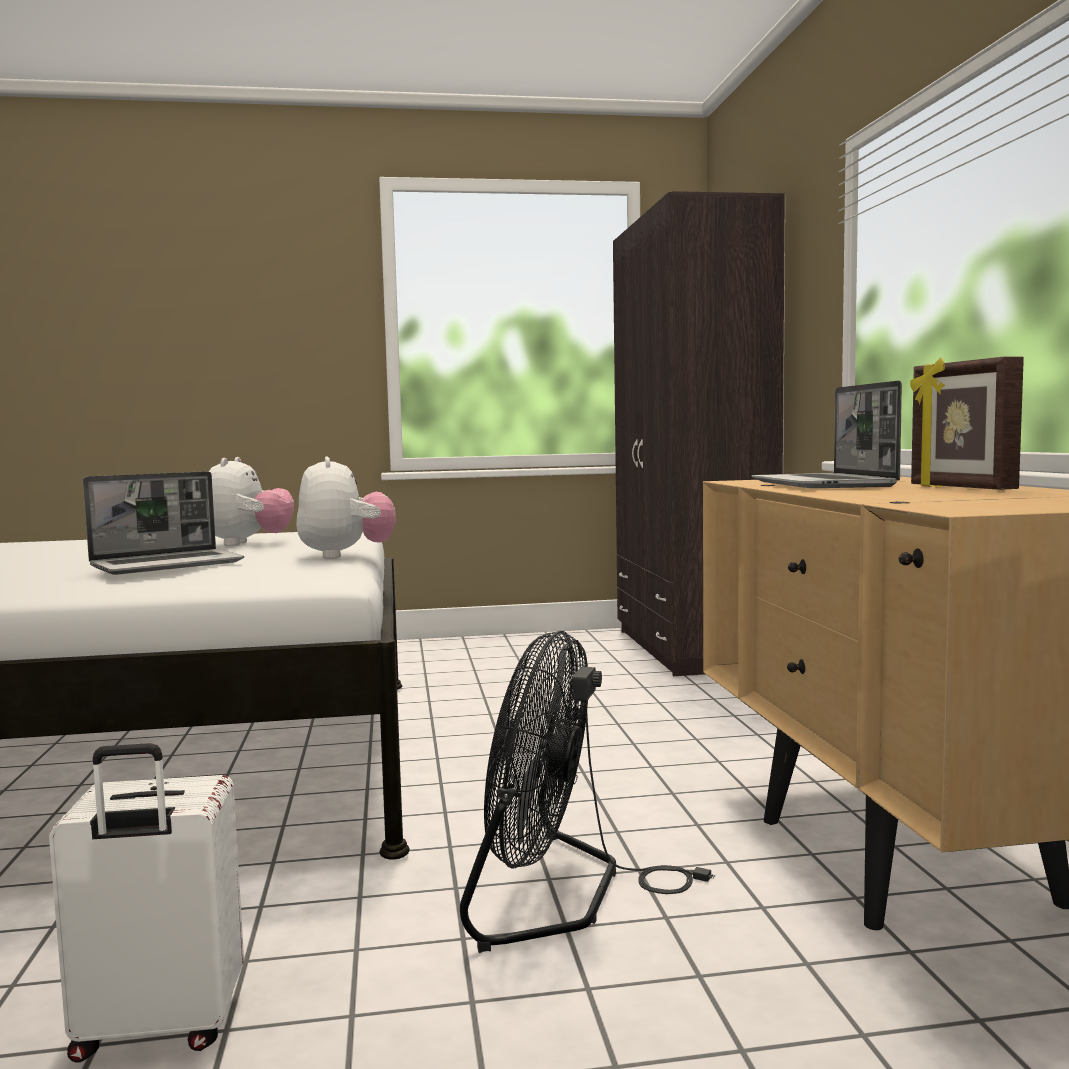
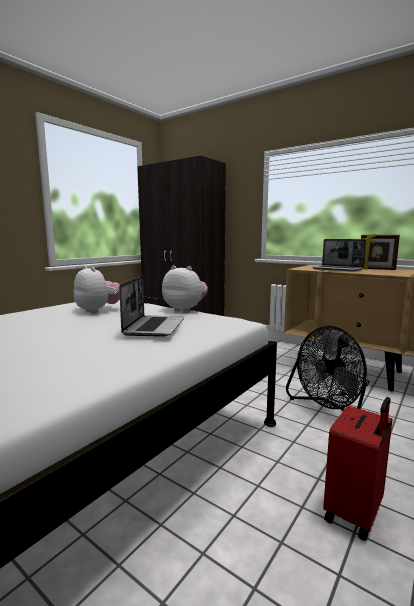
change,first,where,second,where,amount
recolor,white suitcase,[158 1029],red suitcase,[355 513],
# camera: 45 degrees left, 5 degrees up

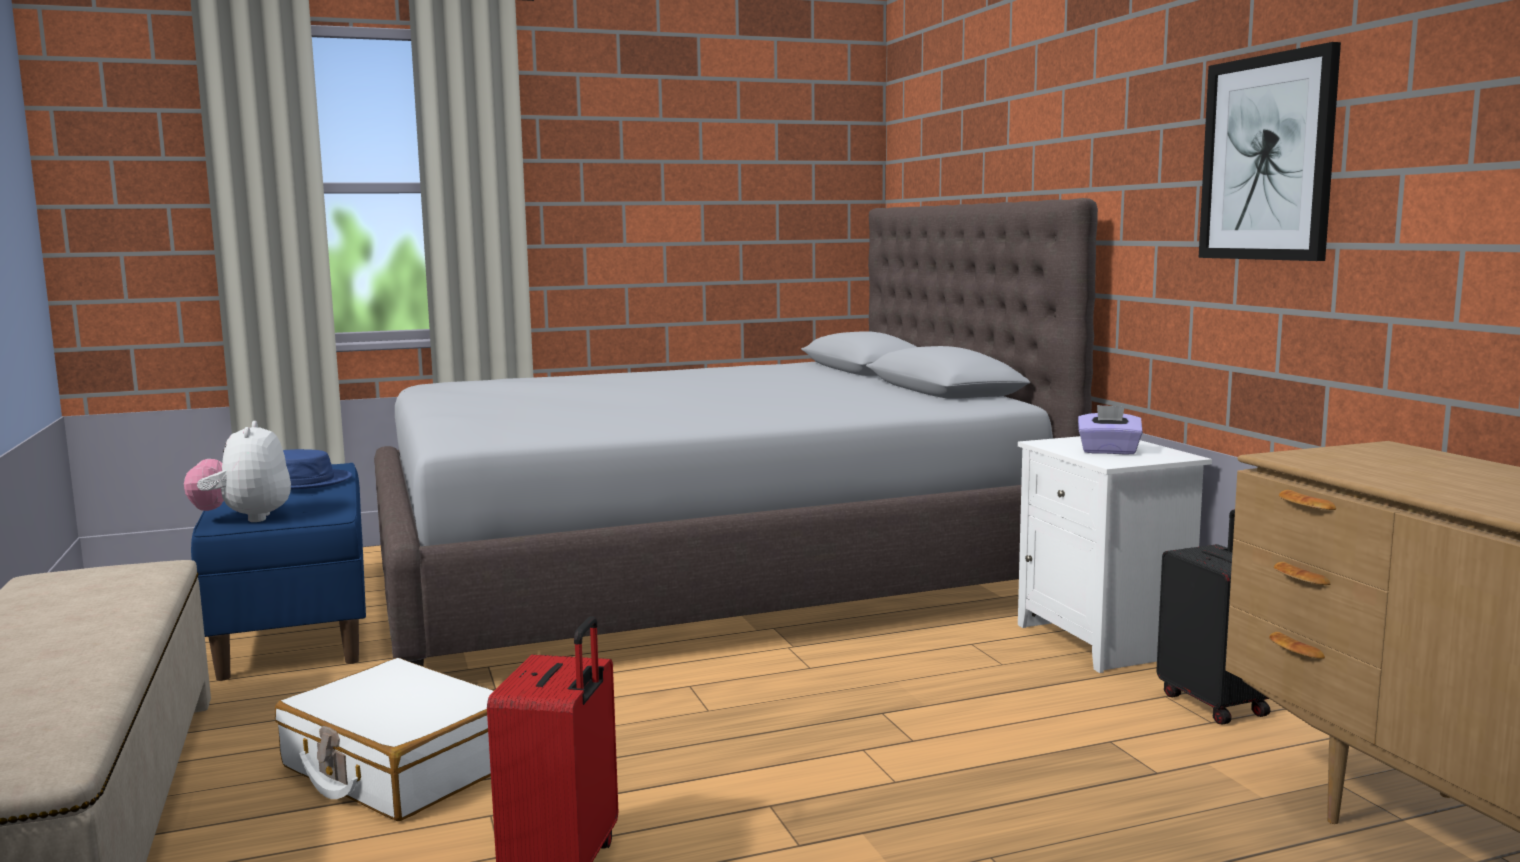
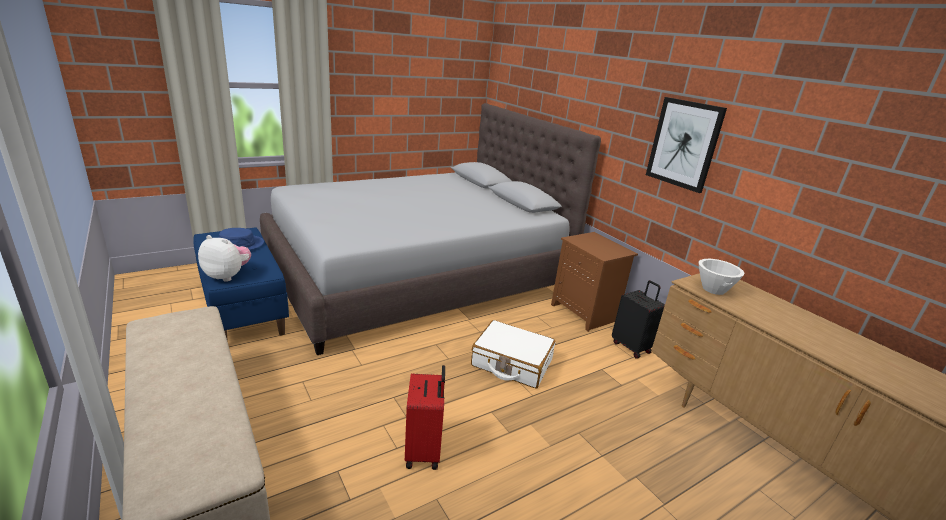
change,first,where,second,where,amount
rotate,plush toy,[244 519],,[227 276],135 degrees clockwise
move,white suitcase,[399 766],,[511 363],
recolor,white nightstand,[1106 641],brown nightstand,[585 313],
insert,,,white bowl,[713 289],
delete,purple tissue box,[1108 451],,,
# camera: 15 degrees left, 15 degrees up

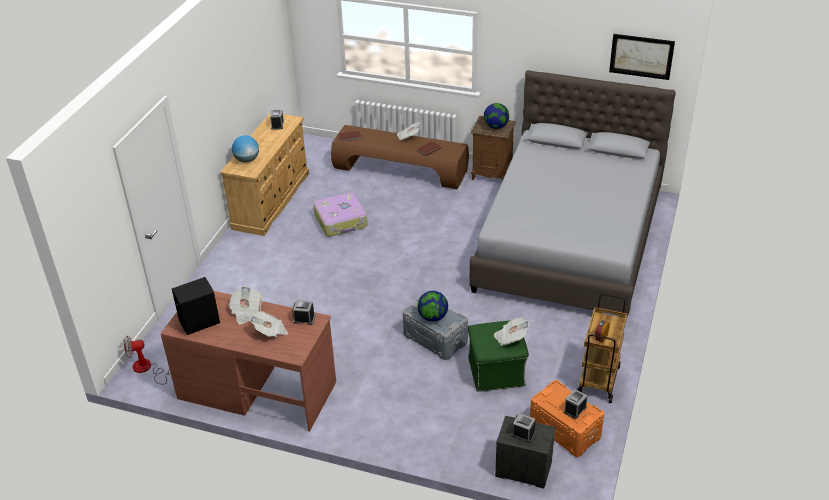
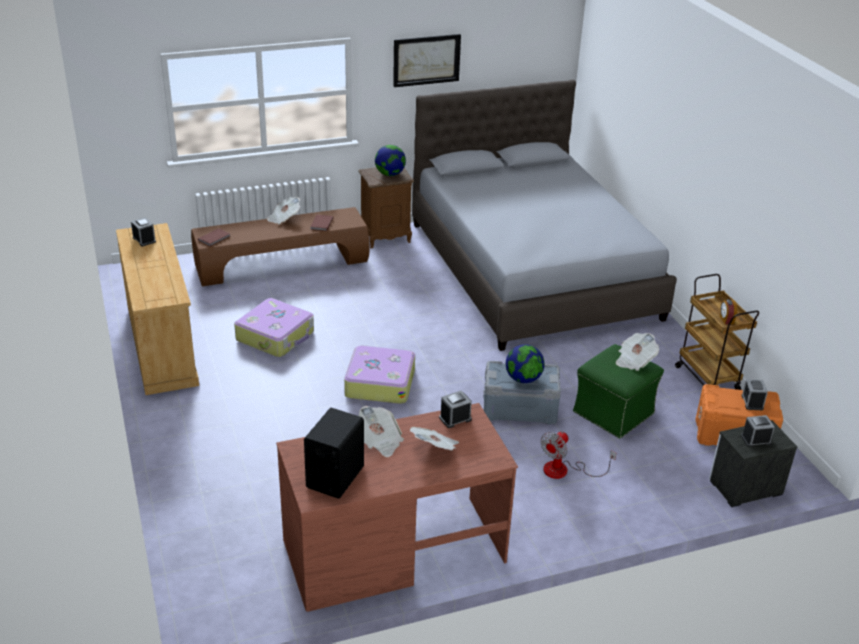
change,first,where,second,where,amount
insert,,,suitcase,[379 383],
move,picture,[641 56],,[426 60],
move,fan,[146 369],,[564 470],
delete,globe,[247 160],,,
# camera: 40 degrees left, 5 degrees down

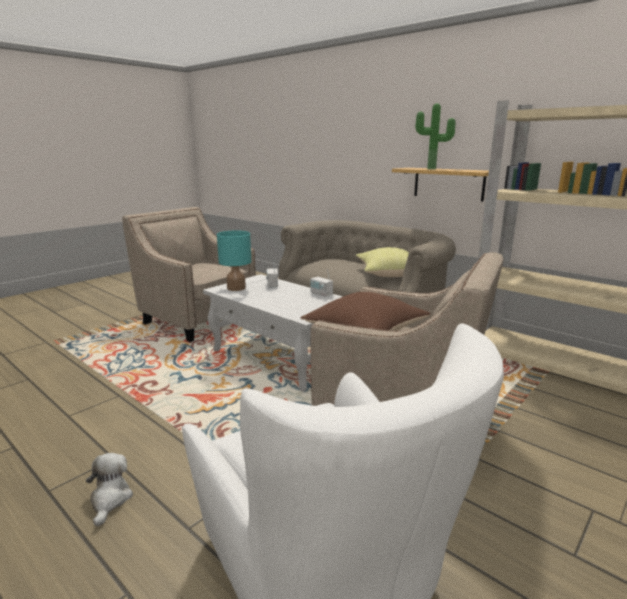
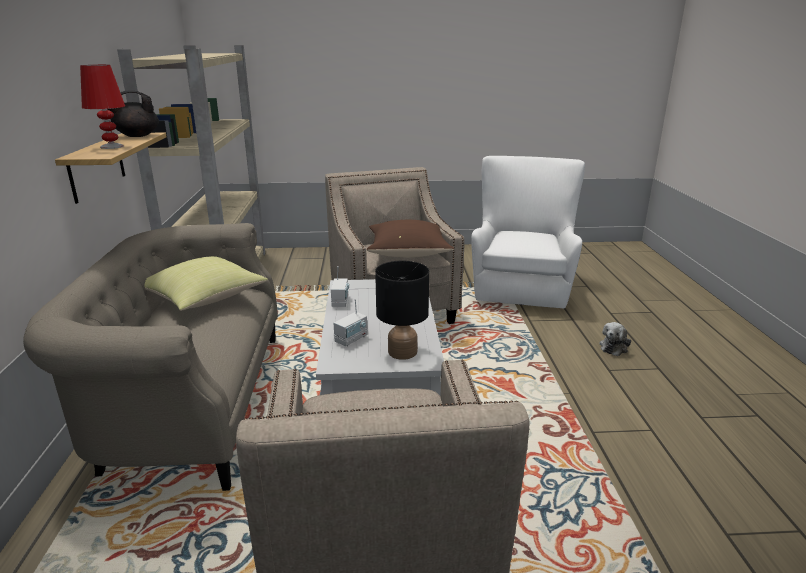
change,first,where,second,where,amount
replace,potted plant,[431 169],red table lamp,[112 146],
insert,,,black teapot,[136 136],
recolor,turquoise table lamp,[236 288],black table lamp,[402 352],
# camera: 135 degrees left, 5 degrees up

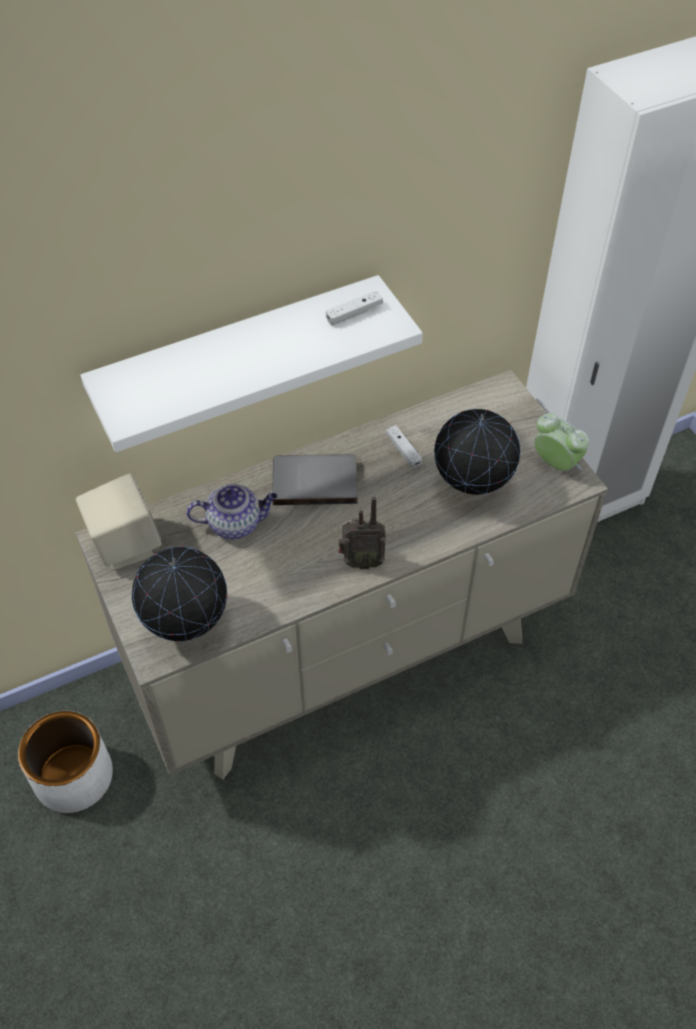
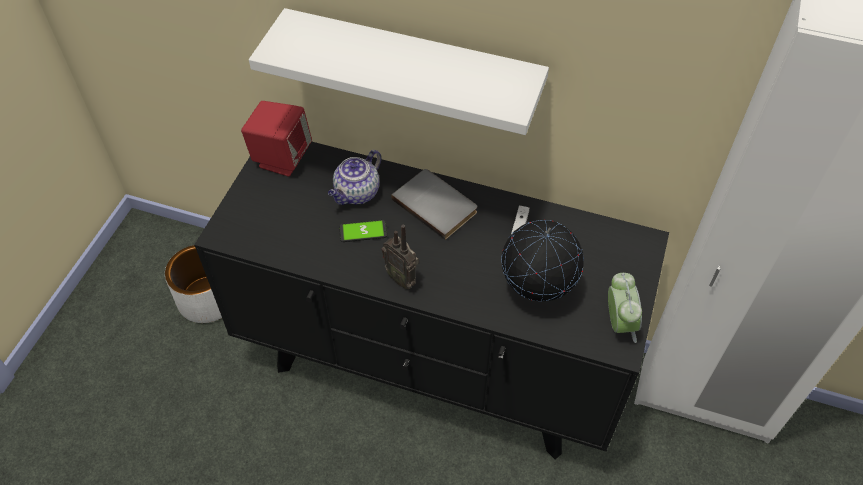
change,first,where,second,where,amount
recolor,beige dresser,[345 649],black dresser,[433 359],
recolor,beige speaker,[125 545],red speaker,[282 158],
rotate,teapot,[236 523],,[357 194],90 degrees clockwise
insert,,,phone,[363 231],
delete,globe,[186 625],,,
delete,white game controller,[354 313],,,
# camera: 45 degrees right, 0 degrees up

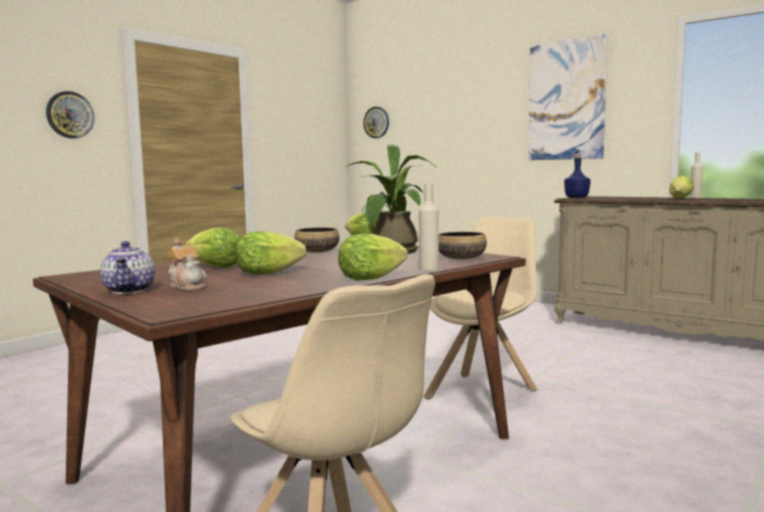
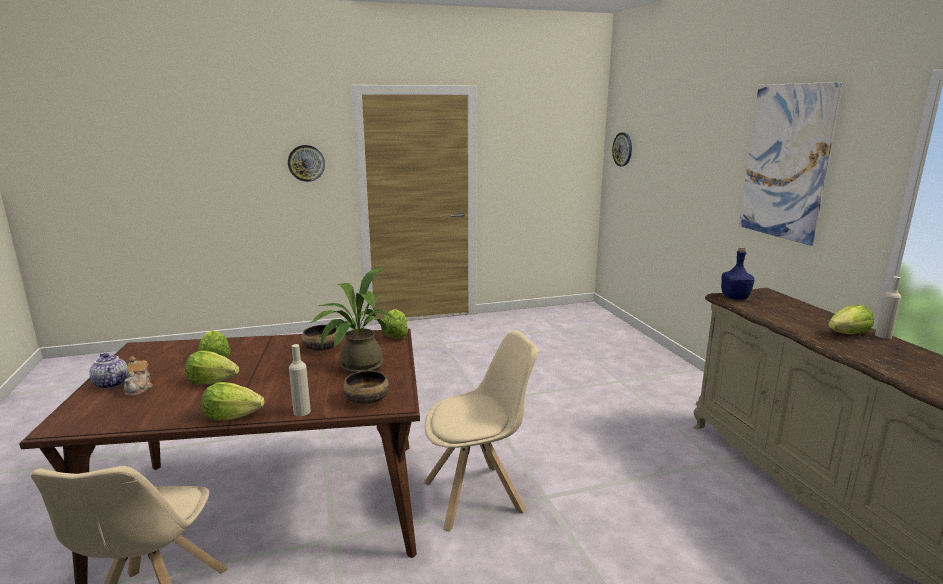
change,first,where,second,where,amount
rotate,teapot,[130 290],,[110 384],120 degrees clockwise
# camera: 35 degrees right, 10 degrees up

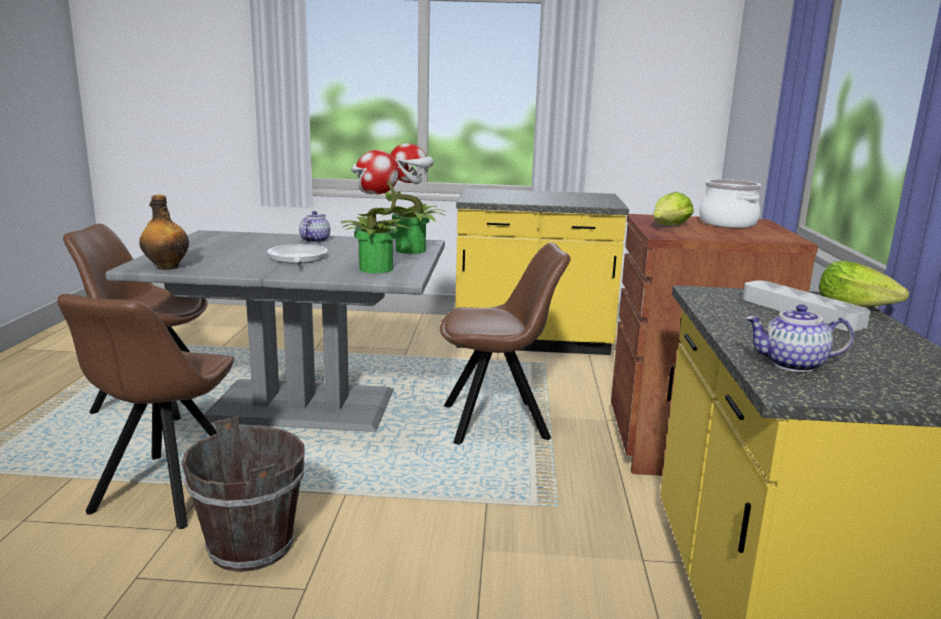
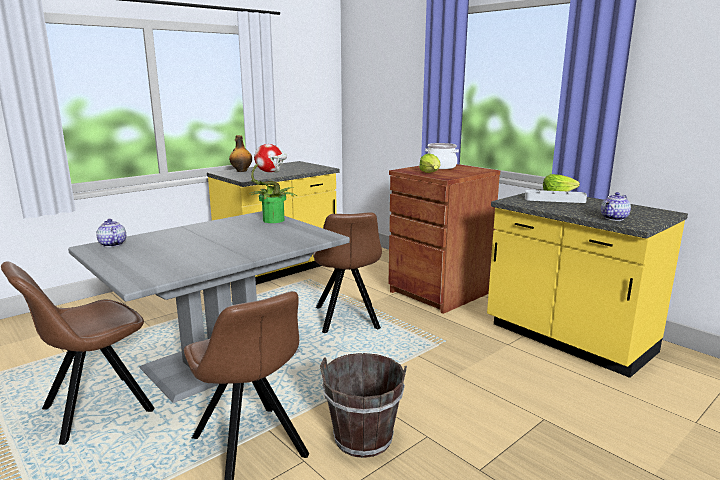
change,first,where,second,where,amount
move,teapot,[314 240],,[112 244],
move,bottle,[166 267],,[241 171],
rotate,brown chair,[496 423],,[347 318],135 degrees clockwise
delete,frying pan,[297 259],,,
delete,potted plant,[375 269],,,
# camera: 45 degrees left, 0 degrees up

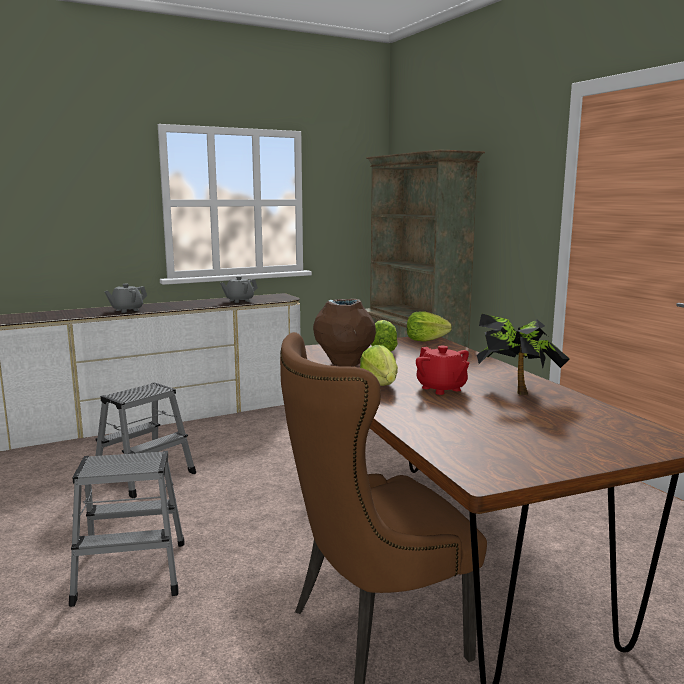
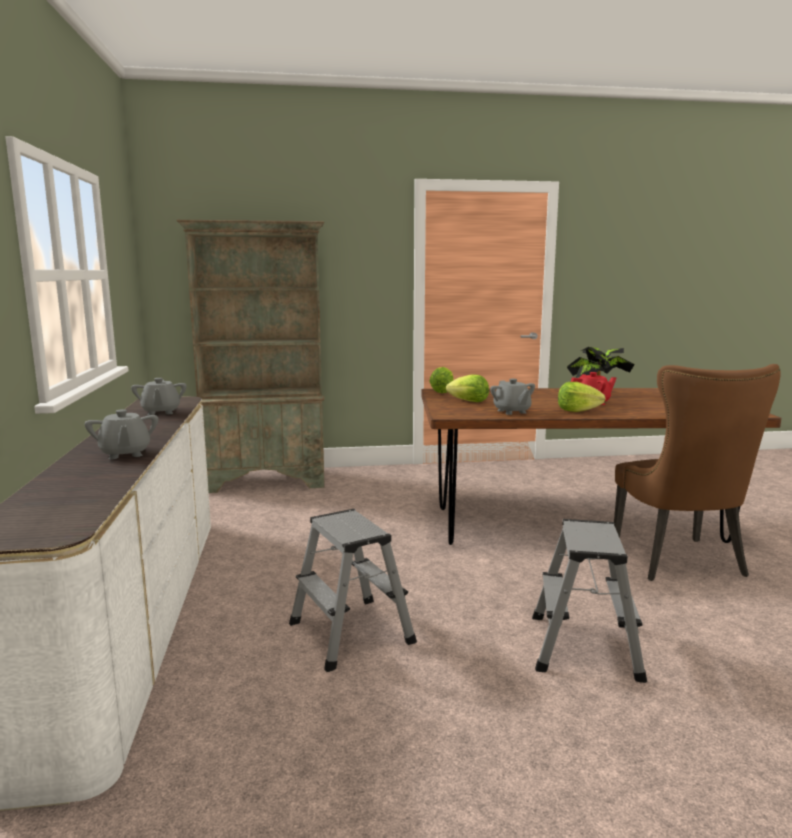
change,first,where,second,where,amount
replace,brown vase,[345 364],grey teapot,[511 411],
# camera: 70 degrees left, 0 degrees up

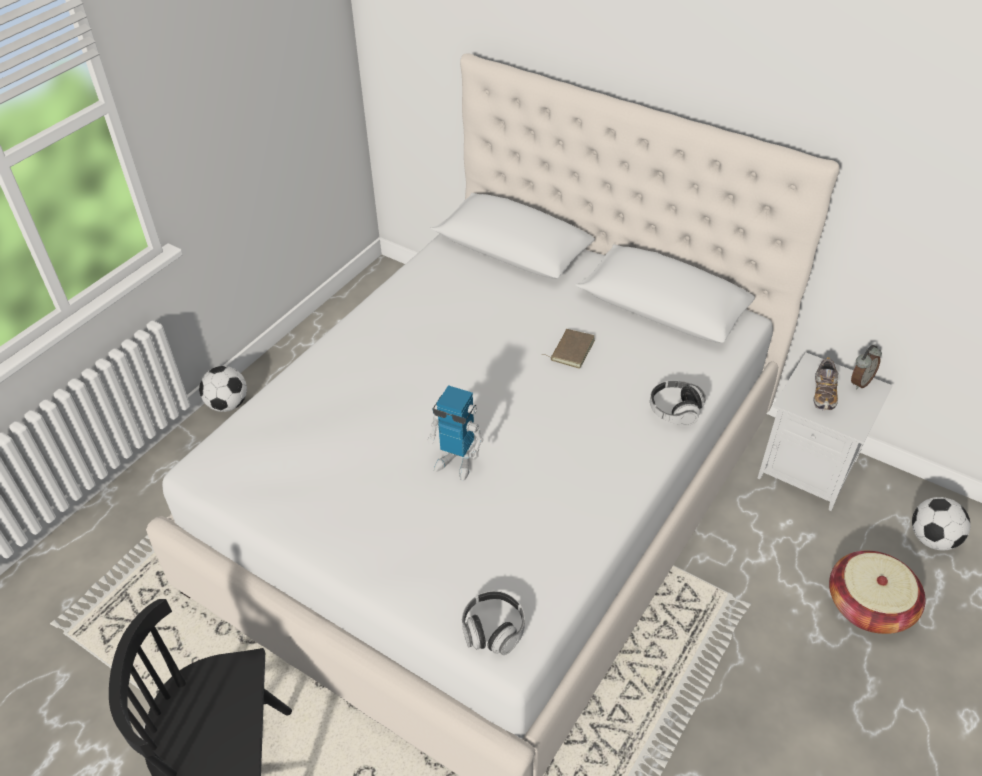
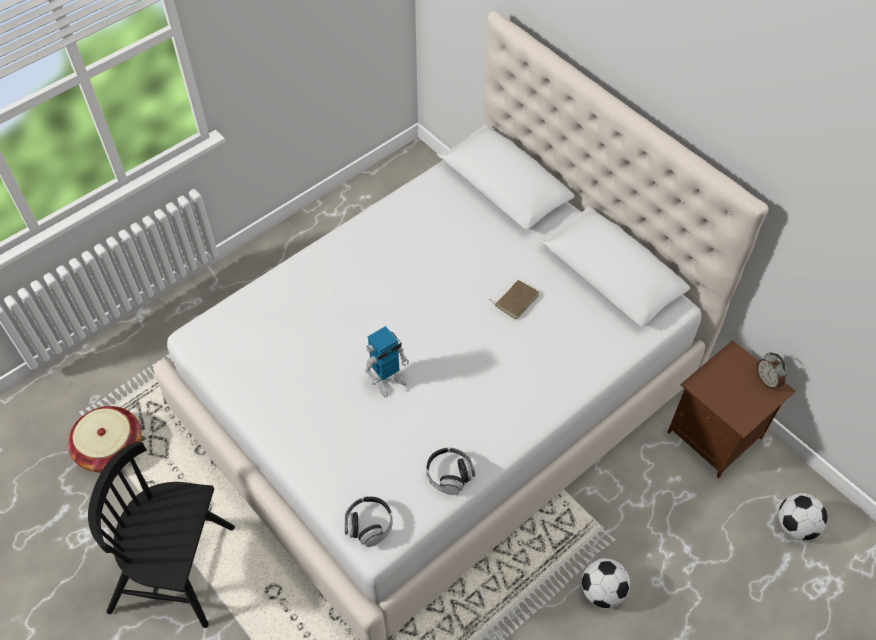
change,first,where,second,where,amount
move,basket,[868 605],,[110 448],
rotate,toy robot,[456 462],,[388 380],75 degrees counterclockwise
move,headphones,[675 410],,[449 475],
move,football,[228 404],,[602 591],
recolor,grey nightstand,[810 468],brown nightstand,[717 435],
rotate,alarm clock,[859 382],,[767 380],90 degrees clockwise
delete,shoe,[823 393],,,
# camera: 15 degrees right, 10 degrees up

